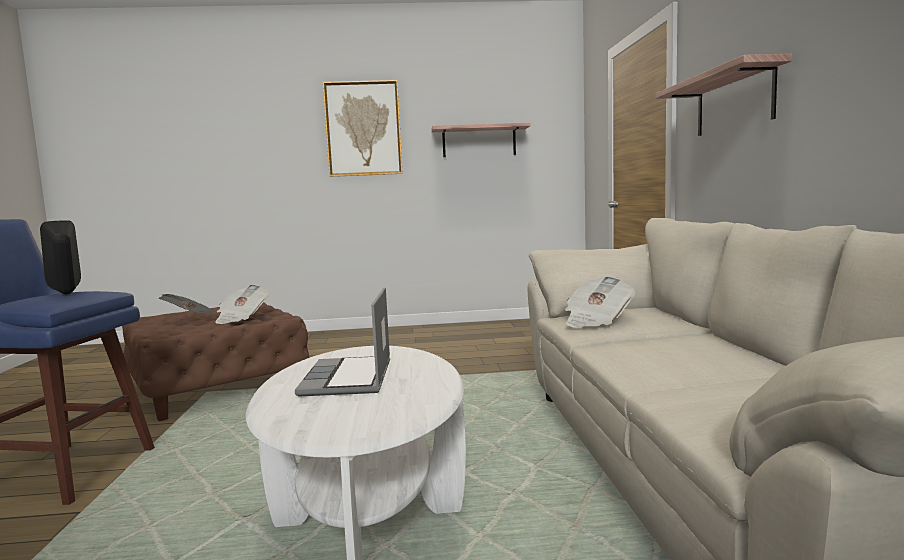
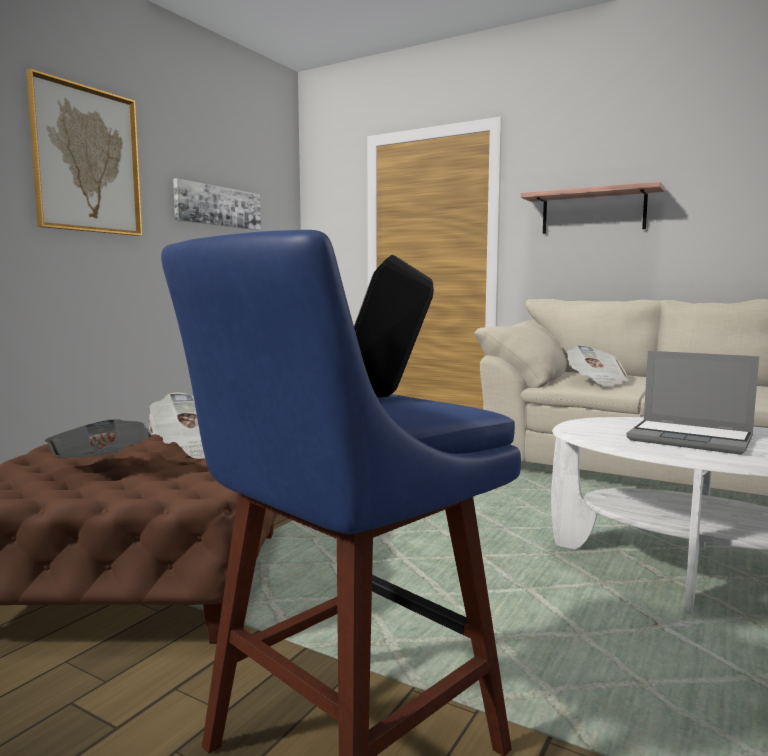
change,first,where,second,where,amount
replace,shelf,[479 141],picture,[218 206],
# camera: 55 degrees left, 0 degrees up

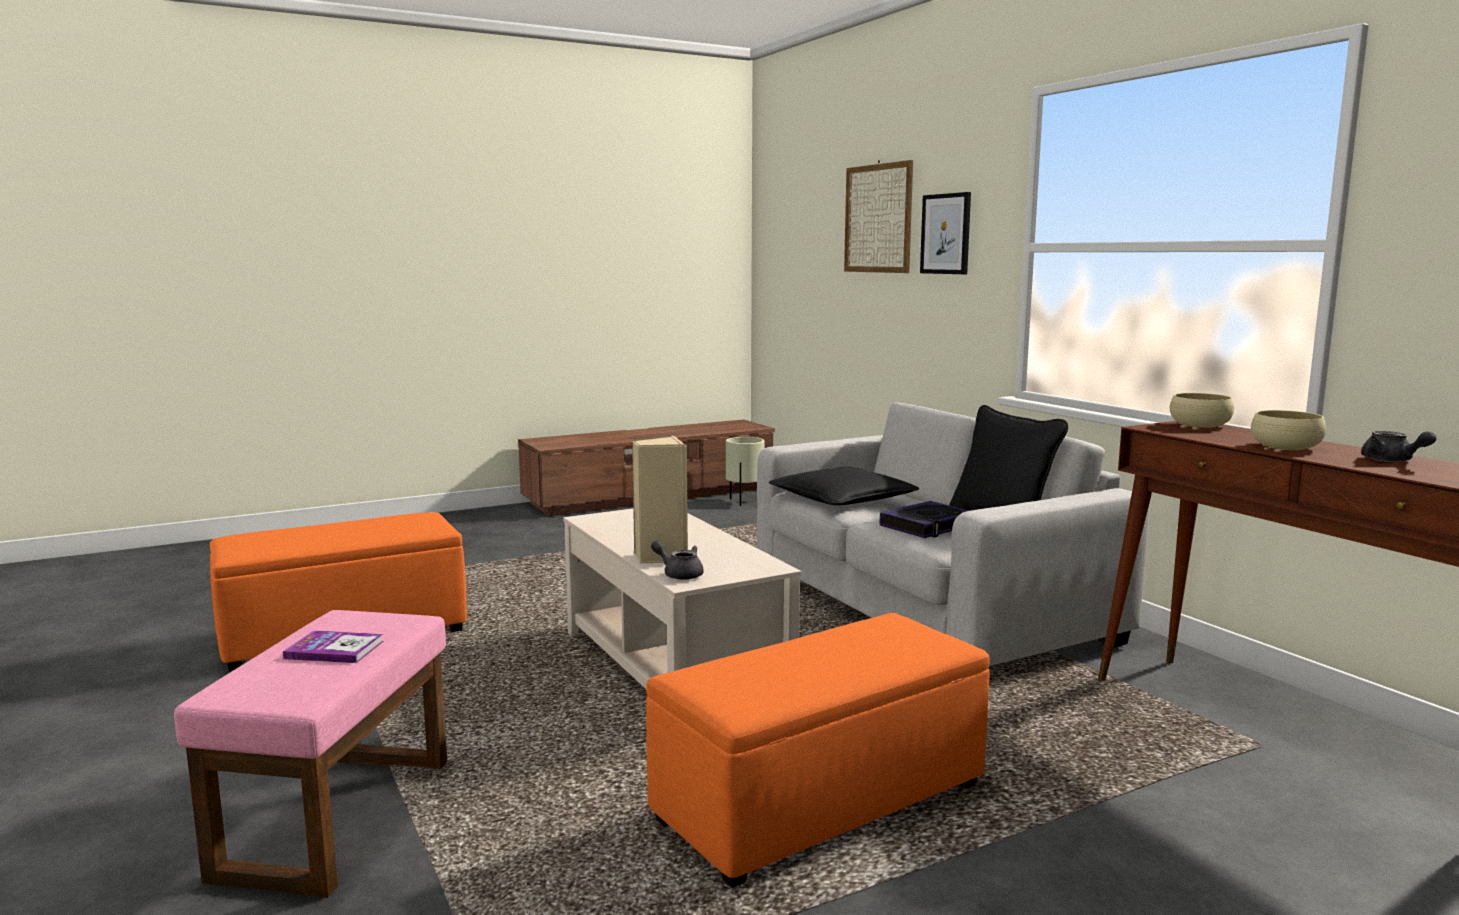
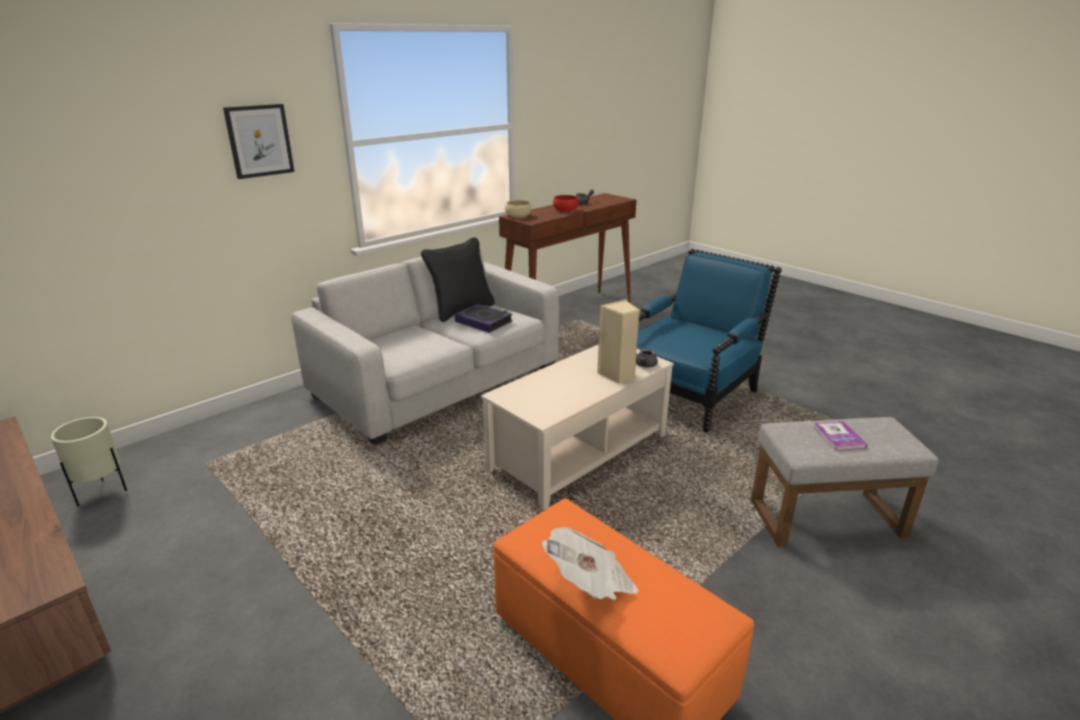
change,first,where,second,where,amount
insert,,,newspaper,[590 583],
recolor,beige bowl,[1285 447],red bowl,[565 210],
replace,orange ottoman,[819 805],blue armchair,[692 394],
recolor,pink ottoman,[336 815],grey ottoman,[825 520],
delete,black pillow,[842 499],,,
delete,picture,[878 216],,,
# camera: 105 degrees left, 15 degrees up

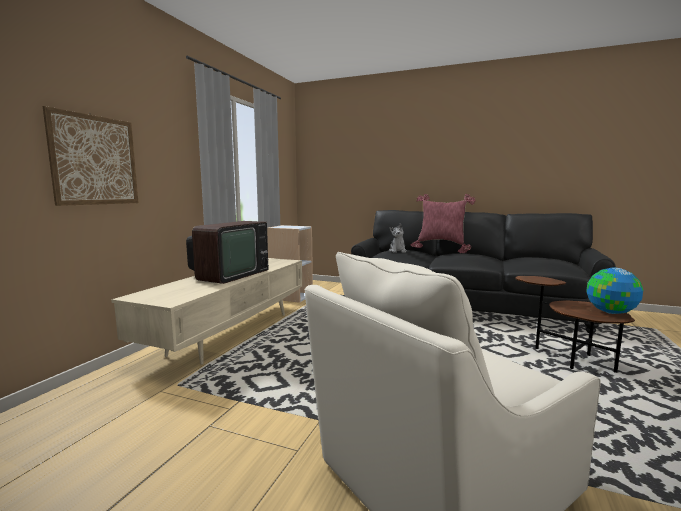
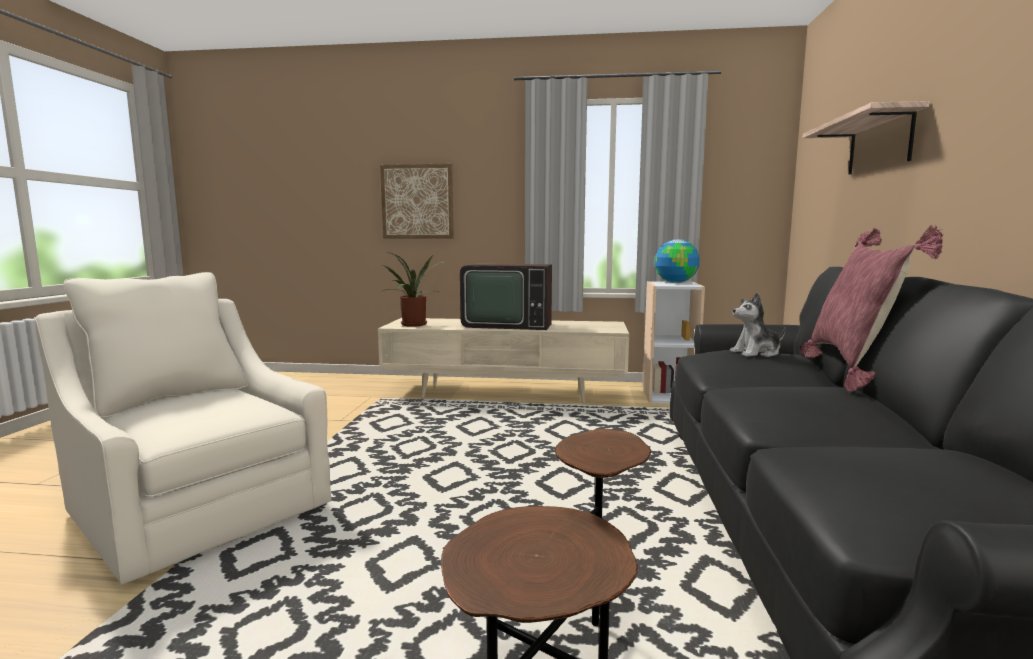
change,first,where,second,where,amount
insert,,,potted plant,[413 325],
move,globe,[610 312],,[675 282],
insert,,,shelf,[880 143],
# camera: 75 degrees right, 0 degrees up

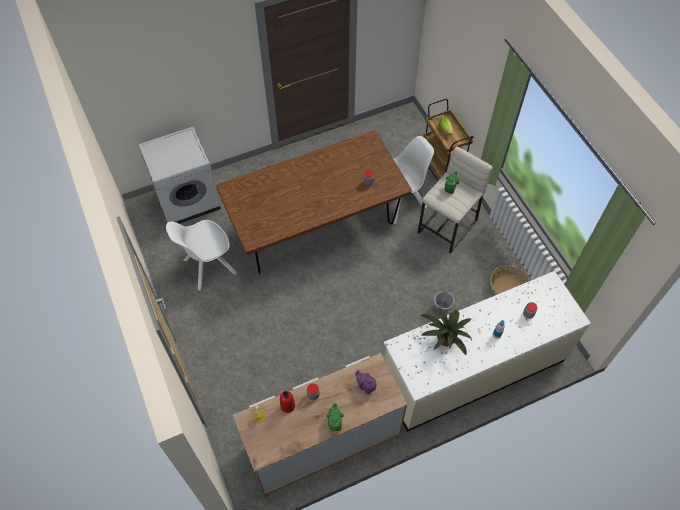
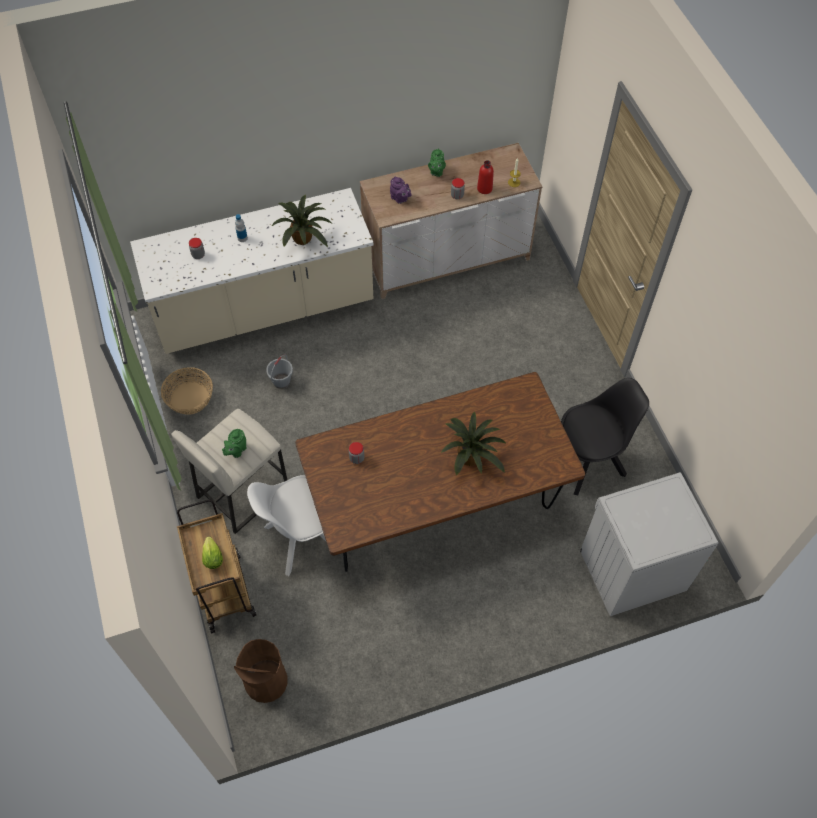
change,first,where,second,where,amount
insert,,,brown trash can,[266 681],
insert,,,potted plant,[471 457],
recolor,white chair,[208 266],black chair,[589 461],
# camera: 175 degrees left, 0 degrees up

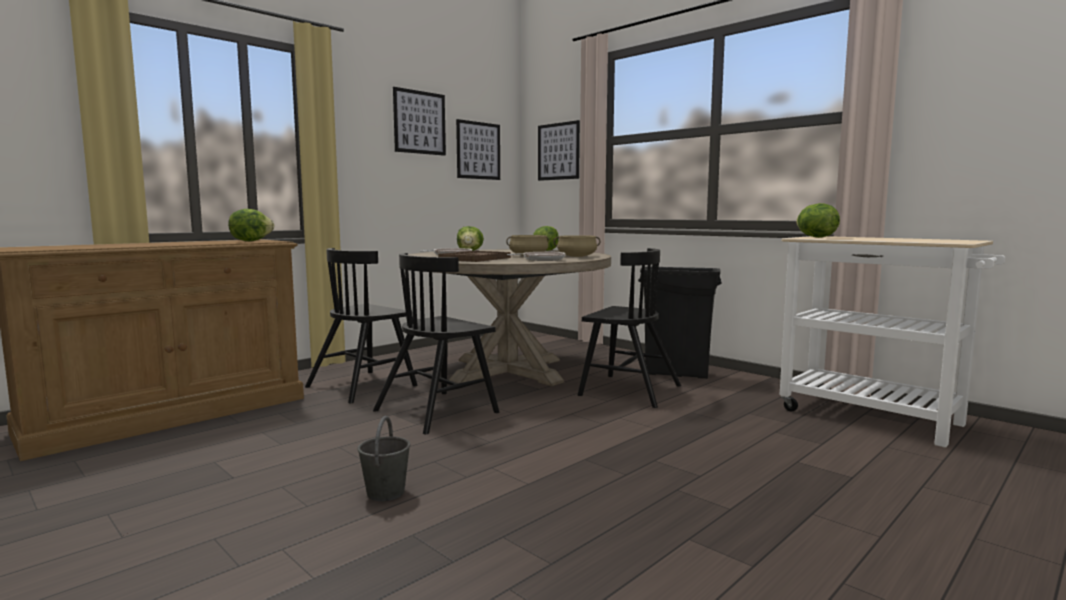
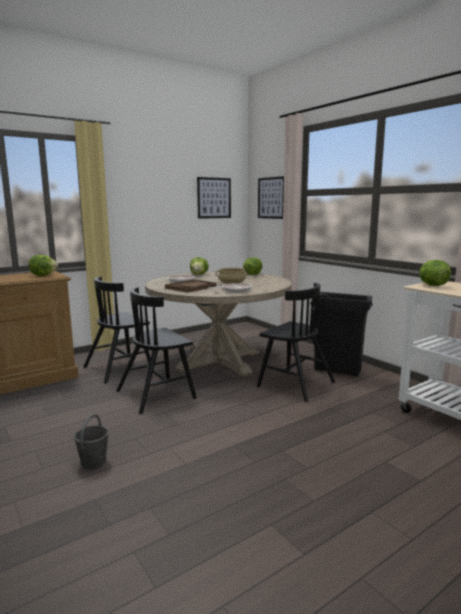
change,first,where,second,where,amount
delete,picture,[419 122],,,
delete,beige cooking pot,[577 256],,,
# camera: 10 degrees right, 5 degrees up

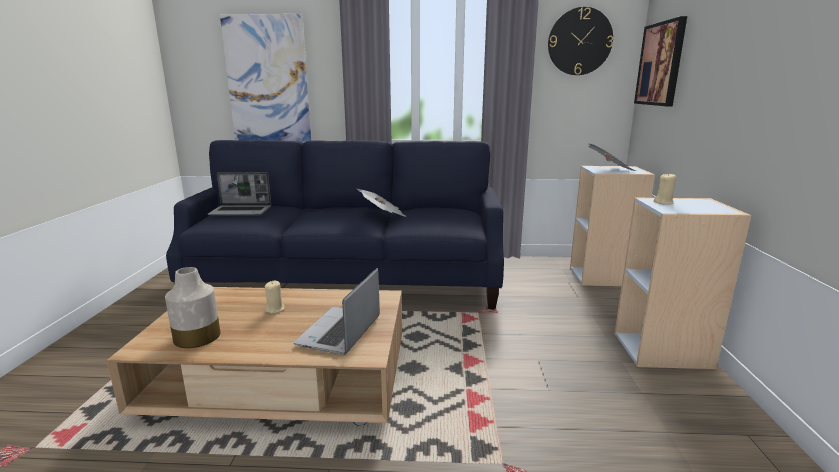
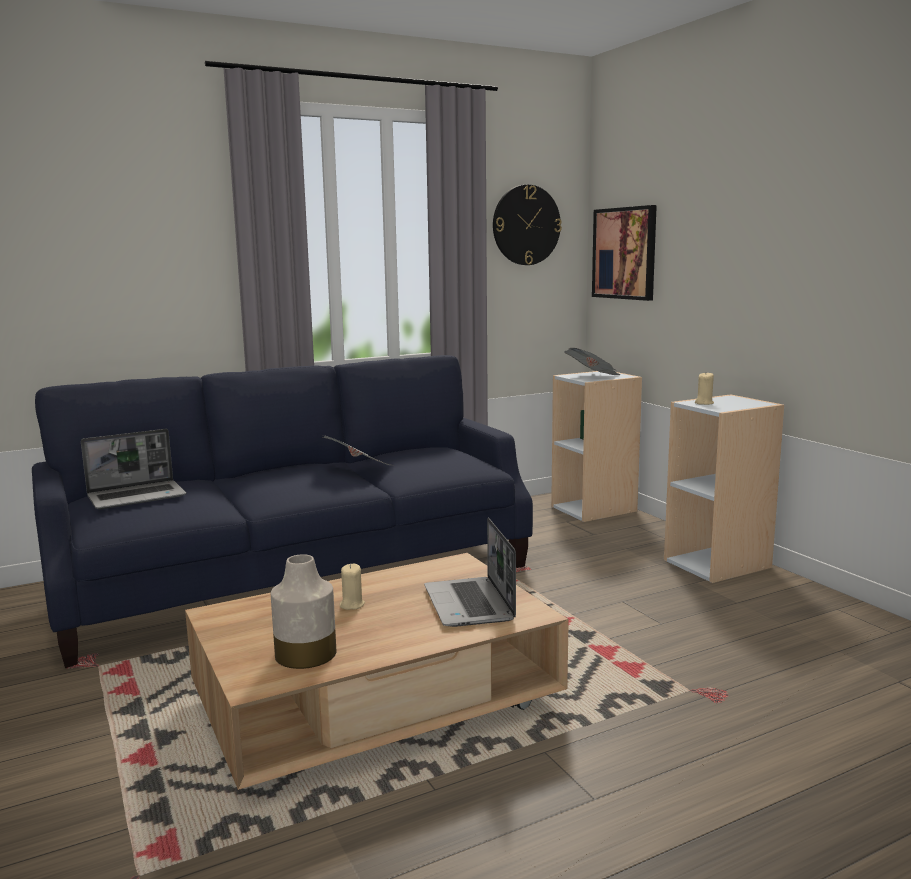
change,first,where,second,where,amount
delete,picture,[267 80],,,
# camera: 30 degrees left, 5 degrees down

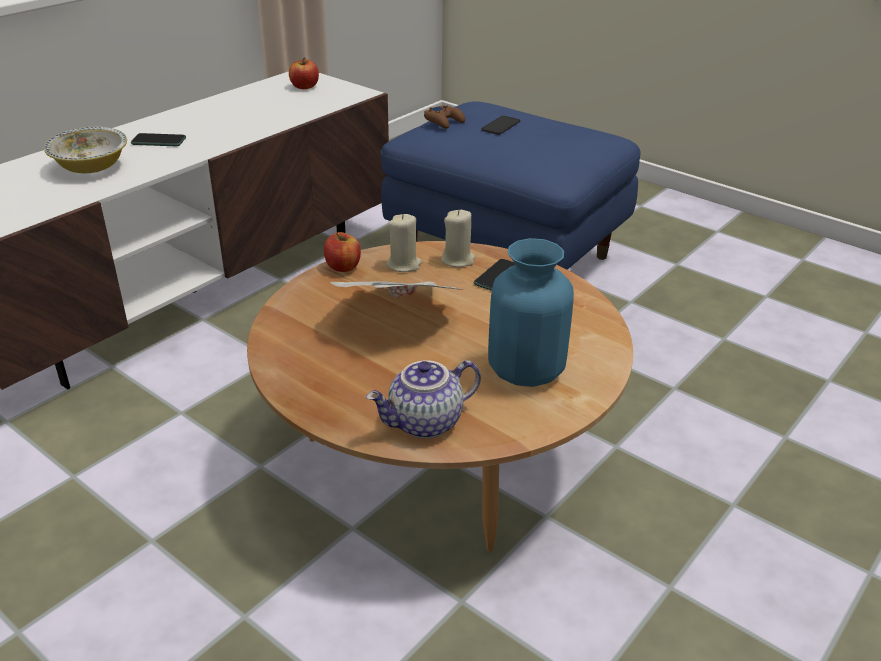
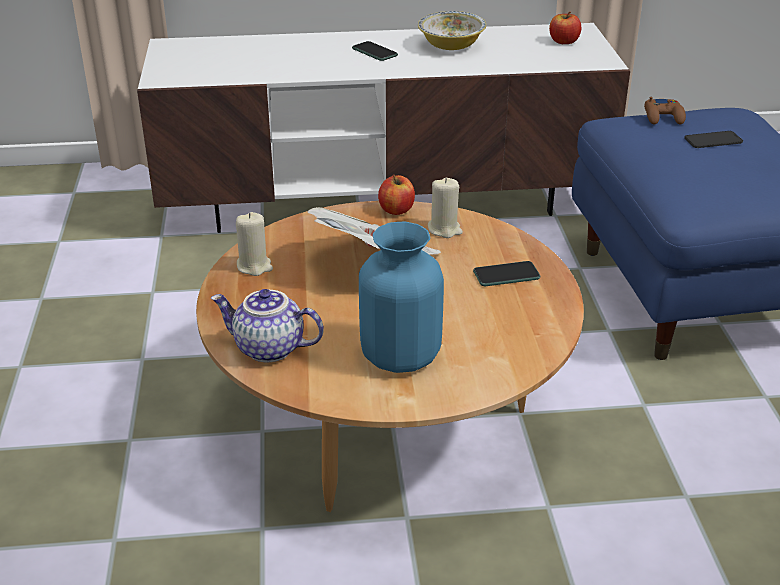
change,first,where,second,where,amount
move,beige candle,[458 260],,[254 266],
move,bowl,[91 167],,[451 46],
# camera: 45 degrees right, 0 degrees up

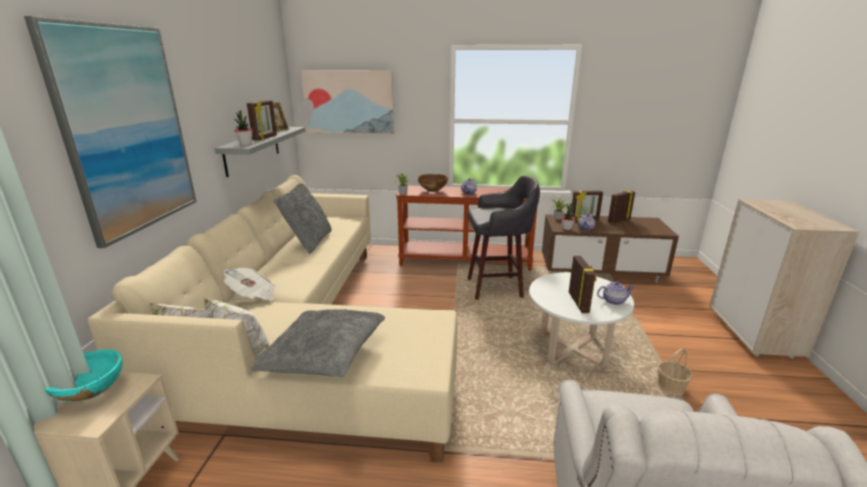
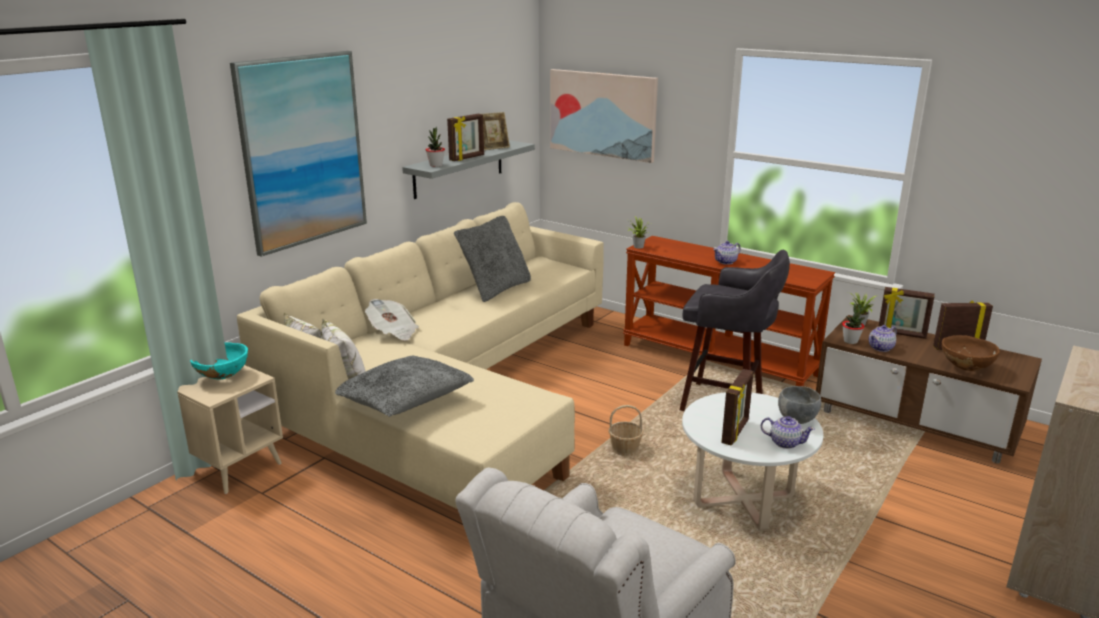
change,first,where,second,where,amount
move,basket,[671 387],,[625 450],
insert,,,grey bowl,[796 419],
move,brown bowl,[432 191],,[965 368],
# camera: 30 degrees right, 0 degrees up

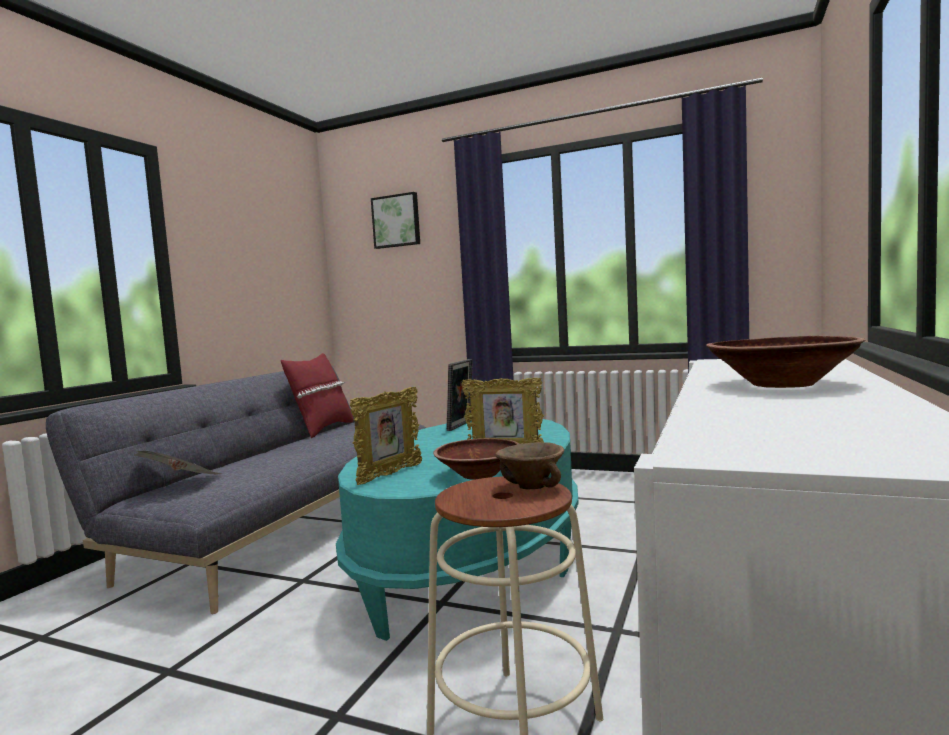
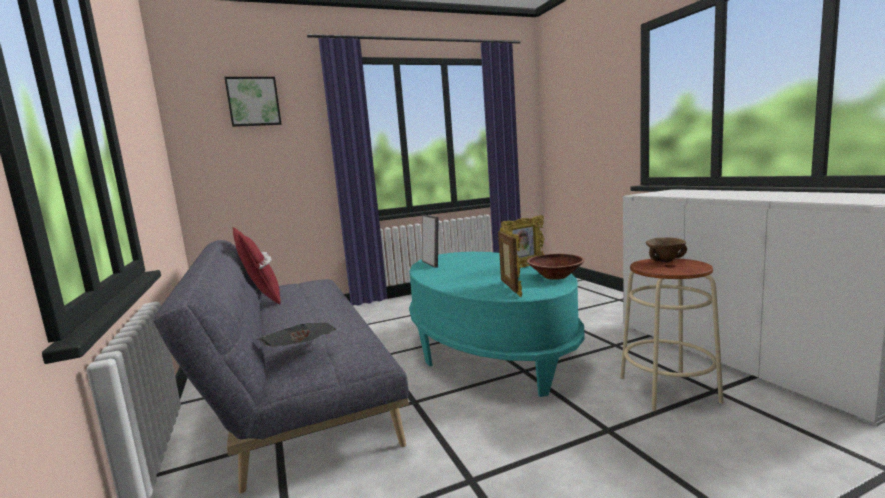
change,first,where,second,where,amount
delete,brown bowl,[782 384],,,
# camera: 45 degrees left, 5 degrees up

